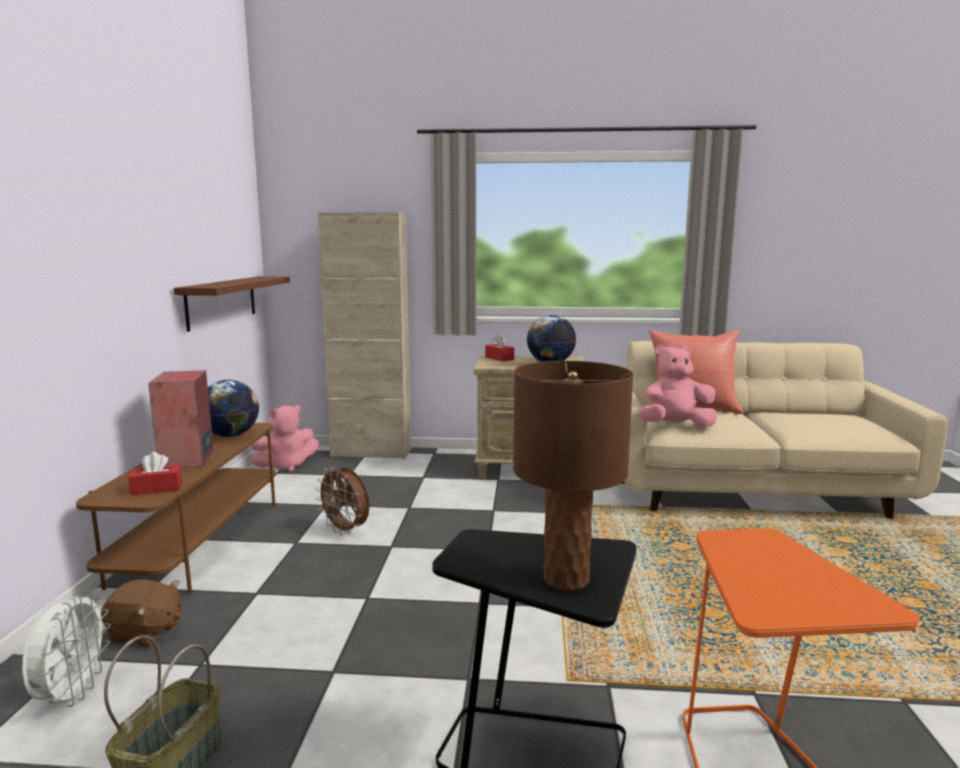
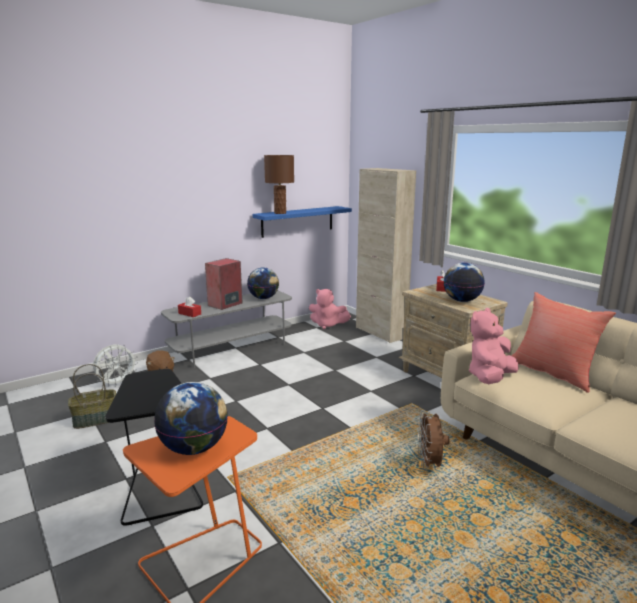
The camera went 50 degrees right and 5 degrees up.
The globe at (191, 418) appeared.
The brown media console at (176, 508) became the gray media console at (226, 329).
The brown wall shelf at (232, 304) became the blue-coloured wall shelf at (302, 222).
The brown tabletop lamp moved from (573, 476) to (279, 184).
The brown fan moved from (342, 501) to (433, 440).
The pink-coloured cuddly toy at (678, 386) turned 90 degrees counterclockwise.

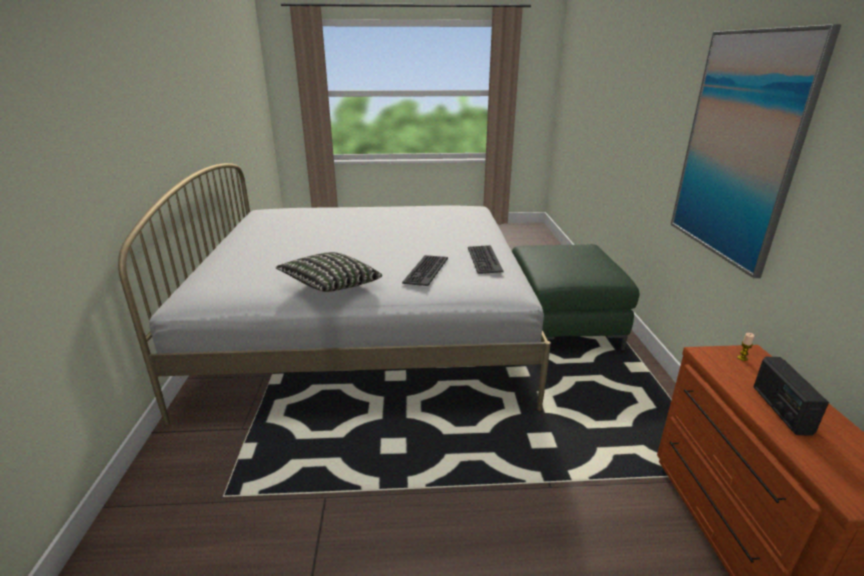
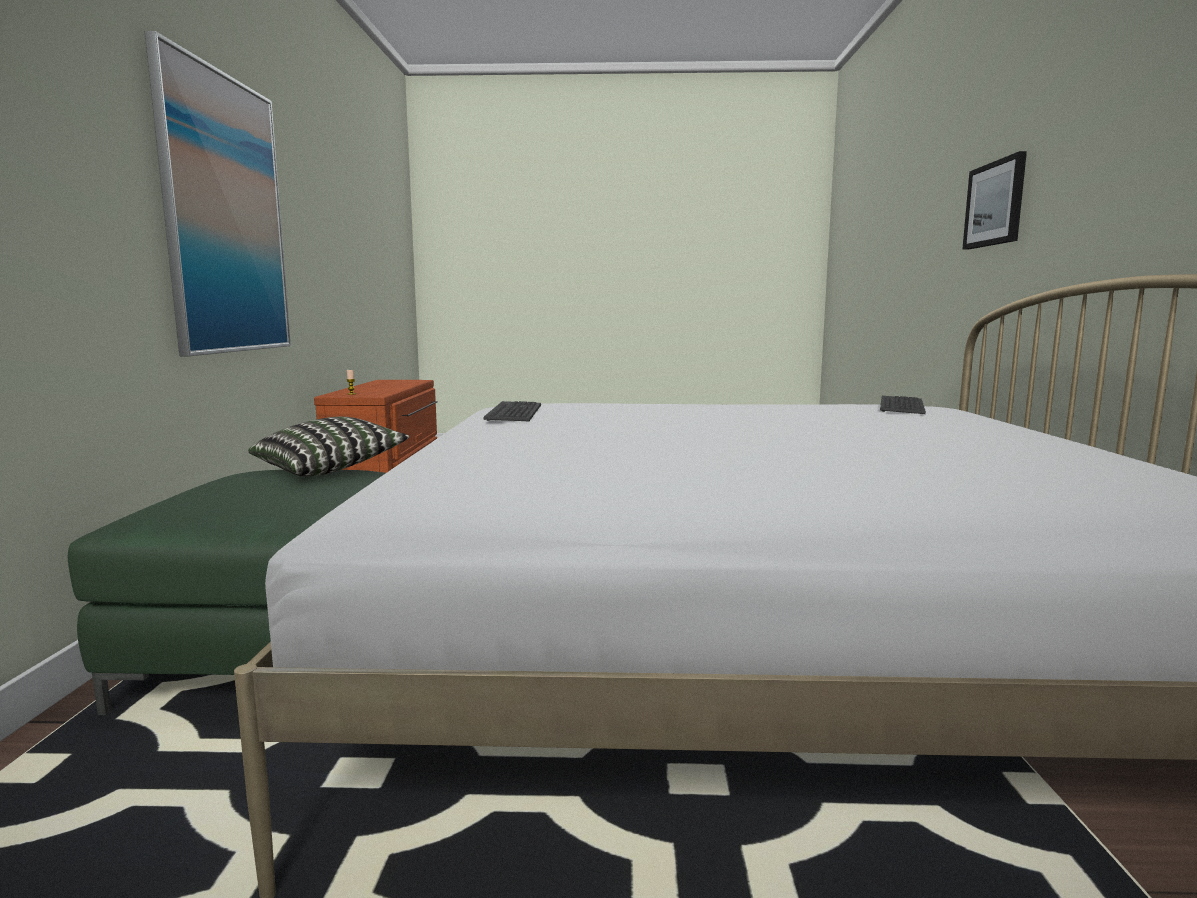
The camera went 175 degrees left and 15 degrees down.
The throw pillow moved from (328, 272) to (328, 447).
The PC keyboard moved from (425, 270) to (903, 405).
The wall picture at (994, 200) appeared.
The radio receiver at (791, 396) disappeared.

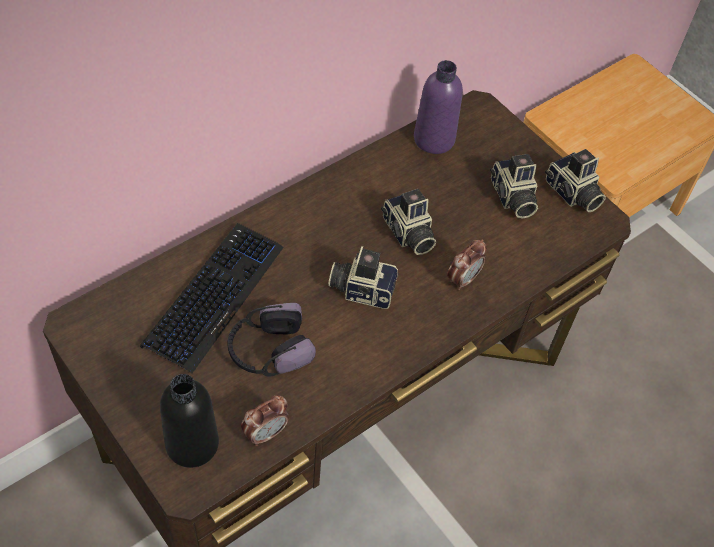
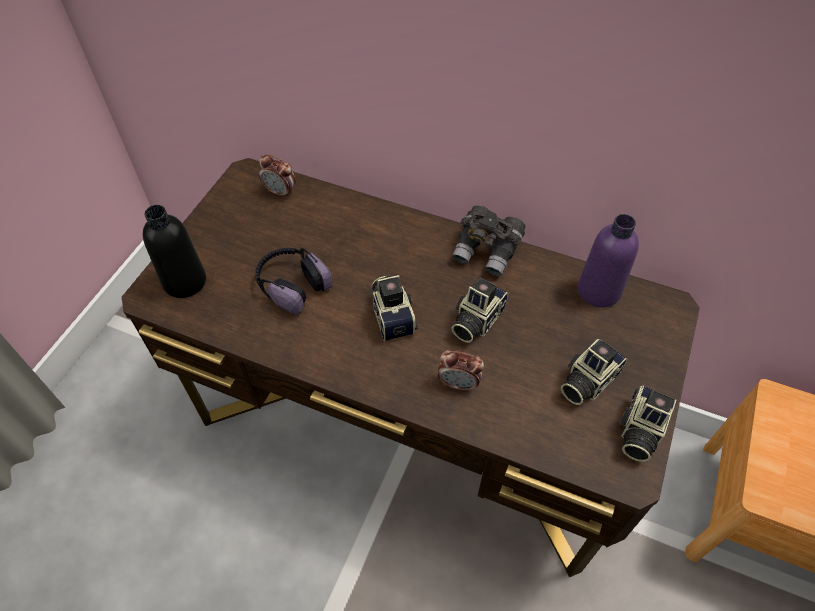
The camera went 65 degrees right and 0 degrees up.
The table clock moved from (265, 420) to (277, 176).
The gray binoculars at (489, 240) appeared.
The PC keyboard at (212, 298) disappeared.

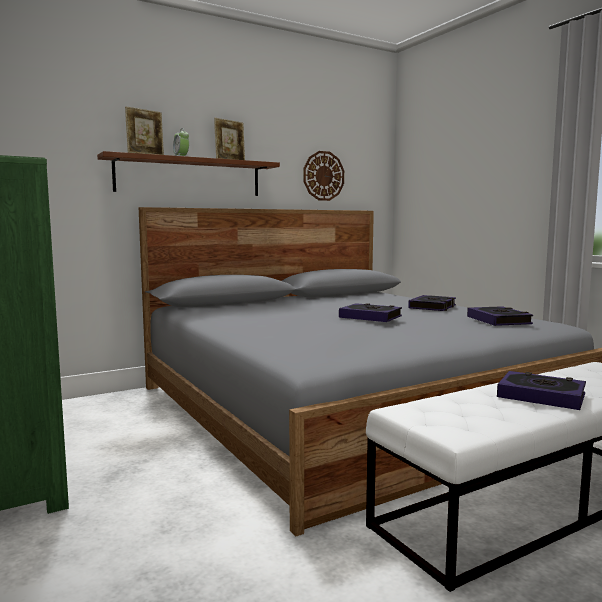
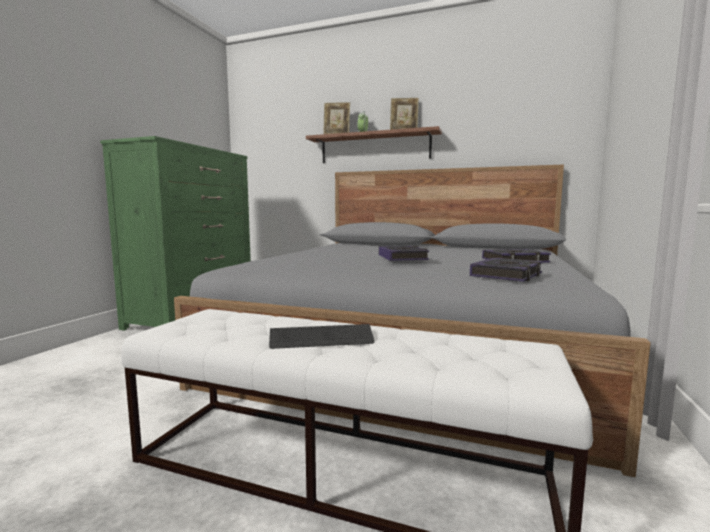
The camera went 50 degrees right and 0 degrees up.
The book at (541, 390) was replaced by the PC keyboard at (321, 336).
The clock on the wall at (323, 176) disappeared.

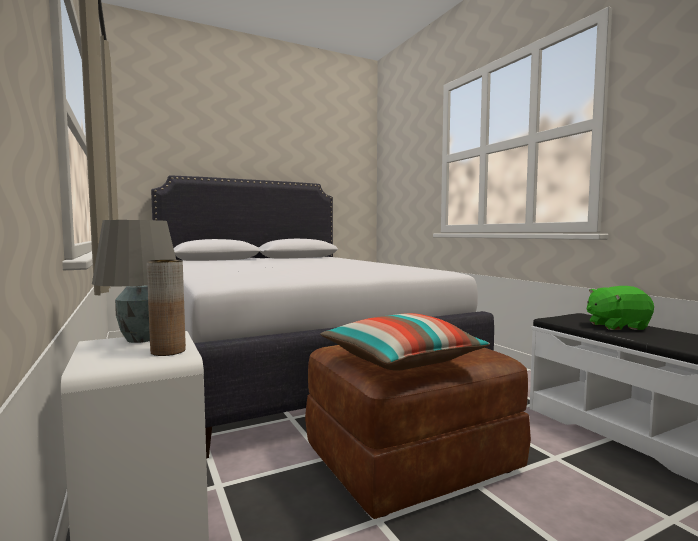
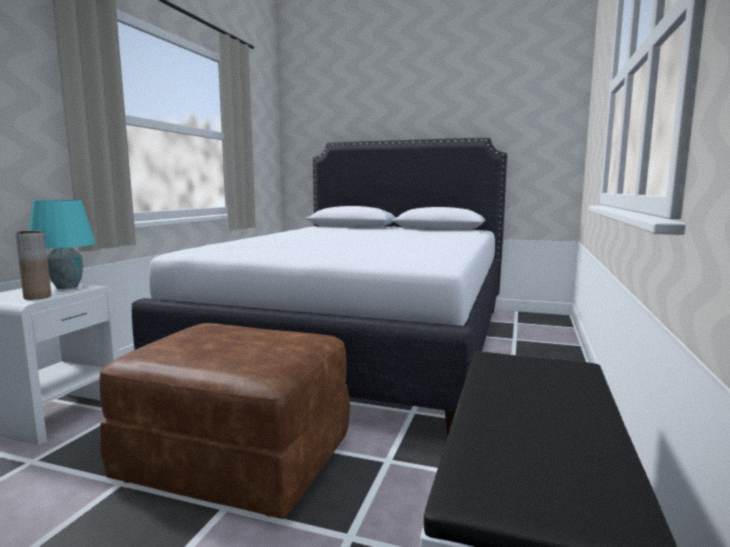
The camera went 45 degrees right and 5 degrees up.
The gray tabletop lamp at (134, 281) became the turquoise tabletop lamp at (62, 244).
The throw pillow at (405, 342) disappeared.
The green cuddly toy at (620, 308) disappeared.

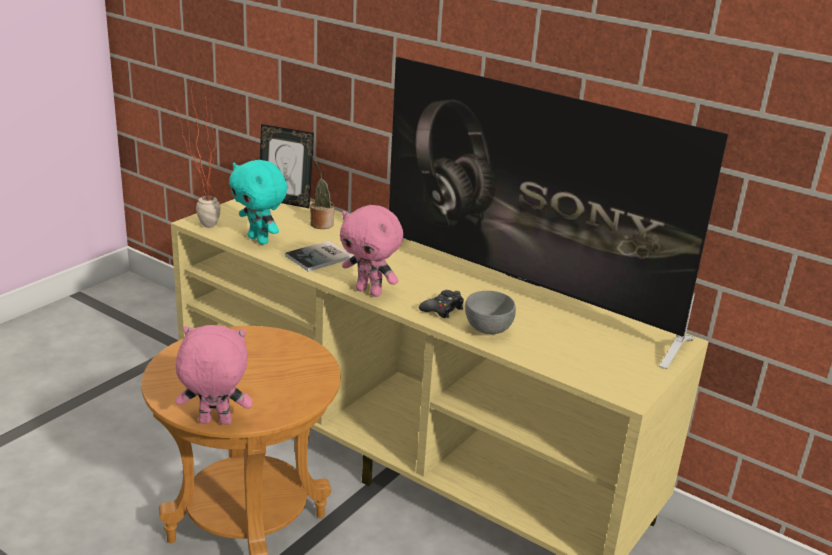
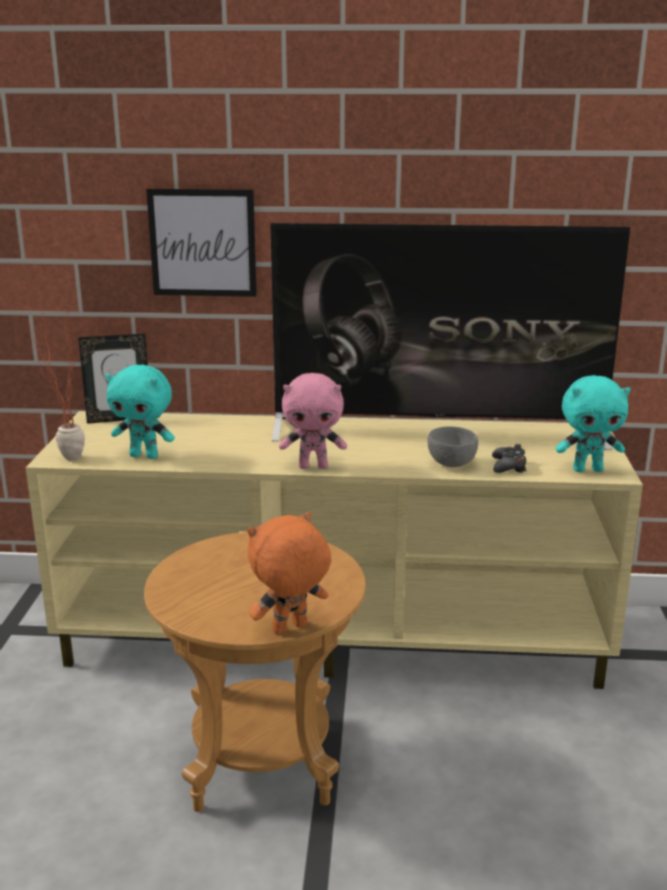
The camera went 30 degrees left and 5 degrees down.
The wall picture at (201, 243) appeared.
The pink-coloured cuddly toy at (214, 375) became the orangey cuddly toy at (289, 573).
The black gamepad moved from (441, 304) to (509, 458).
The turquoise cuddly toy at (593, 423) appeared.
The book at (319, 256) disappeared.
The houseplant at (322, 193) disappeared.

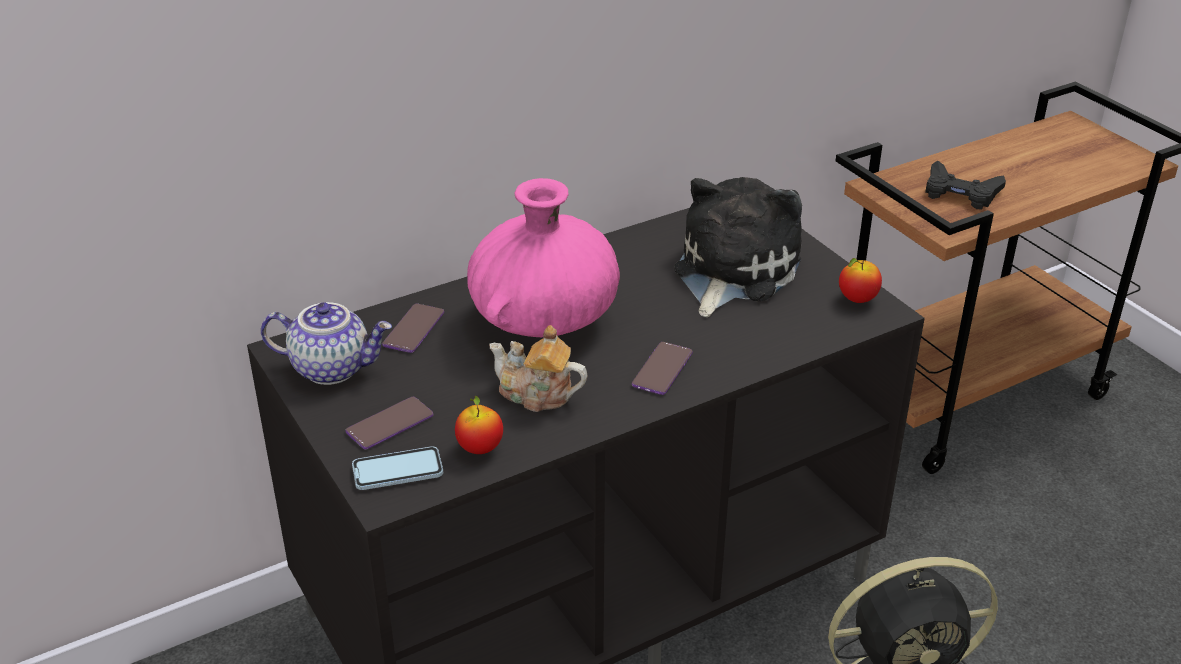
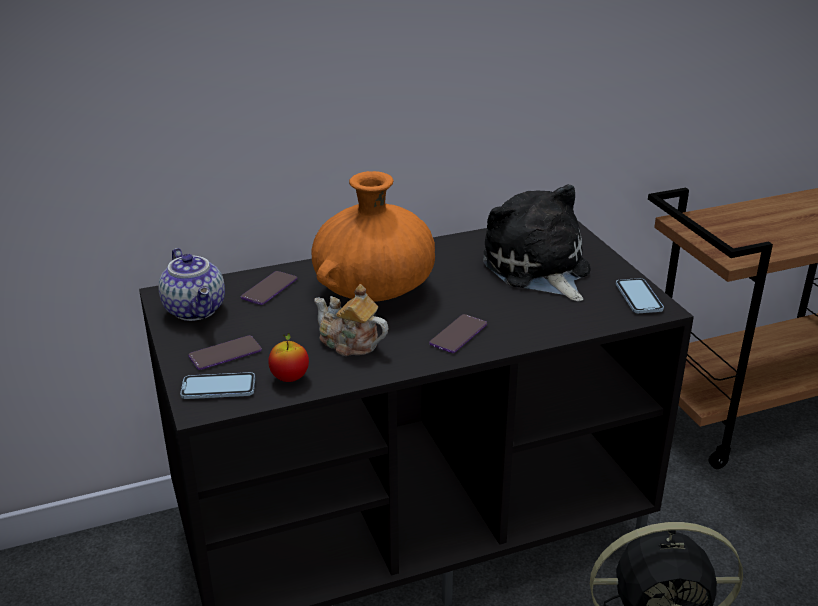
The camera went 10 degrees right and 5 degrees down.
The teapot at (326, 343) turned 45 degrees clockwise.
The pink-coloured decorative vase at (543, 257) became the orangey decorative vase at (373, 236).
The cuddly toy at (738, 247) turned 60 degrees counterclockwise.
The apple fruit at (860, 280) was replaced by the phone at (640, 295).
The black gamepad at (965, 185) disappeared.

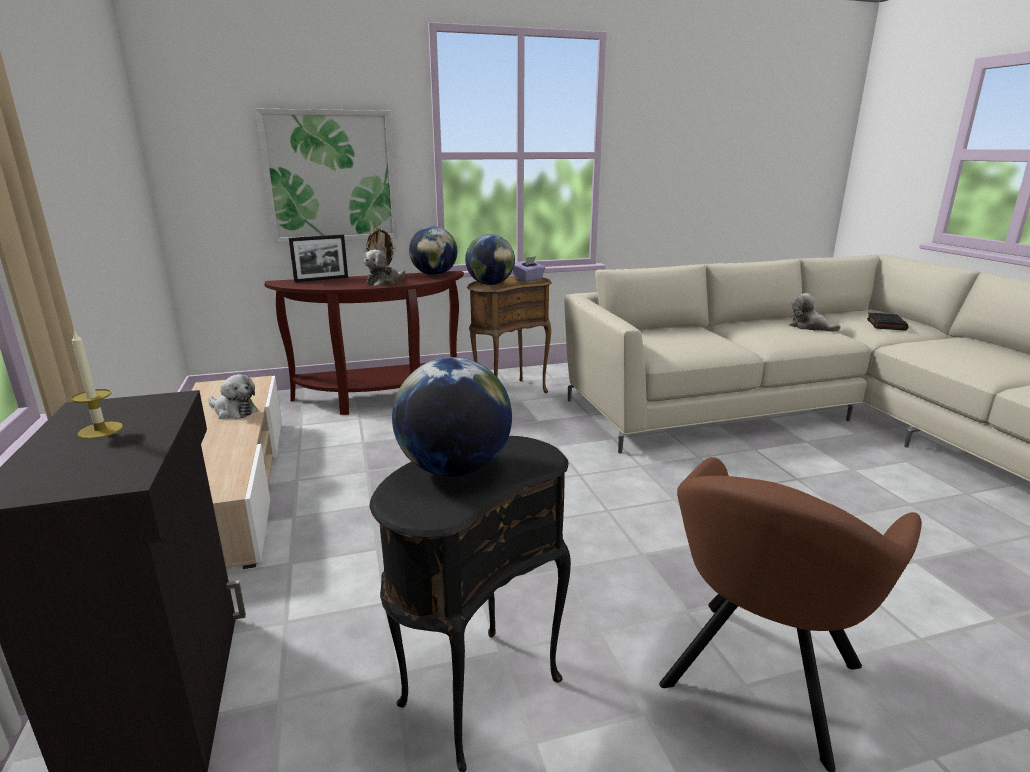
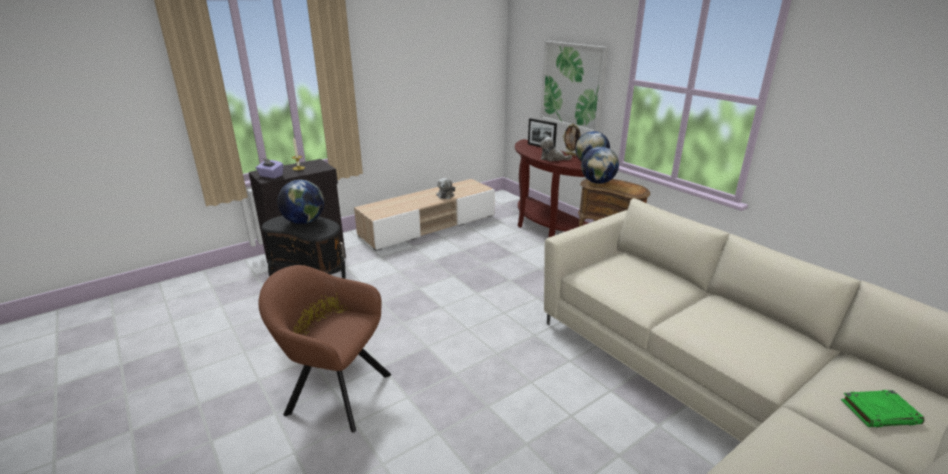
The camera went 70 degrees right and 5 degrees up.
The purplish tissue box moved from (529, 269) to (269, 168).
The black book at (888, 322) became the green book at (882, 408).
The cuddly toy at (815, 312) disappeared.

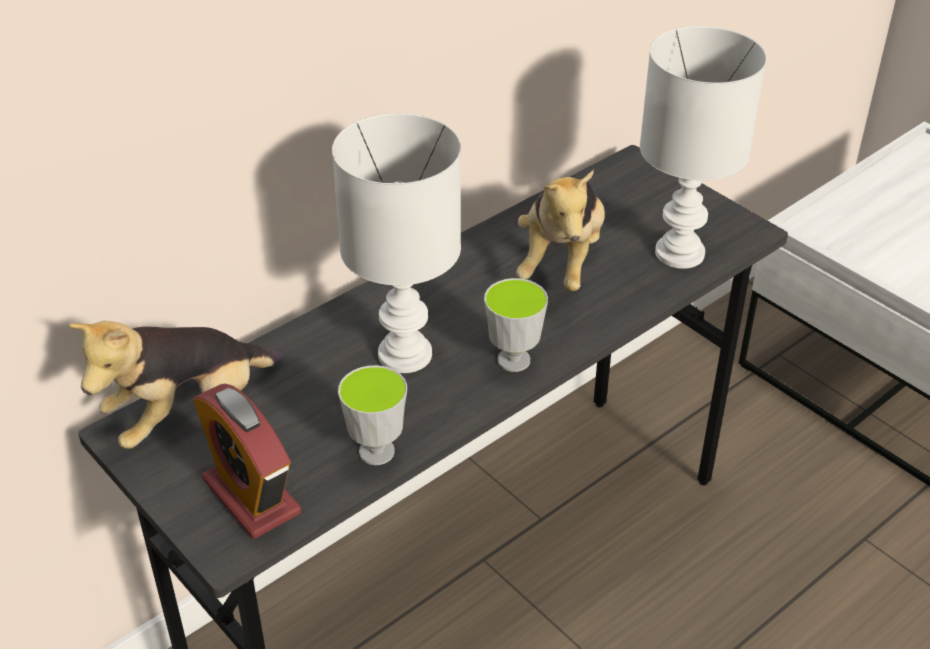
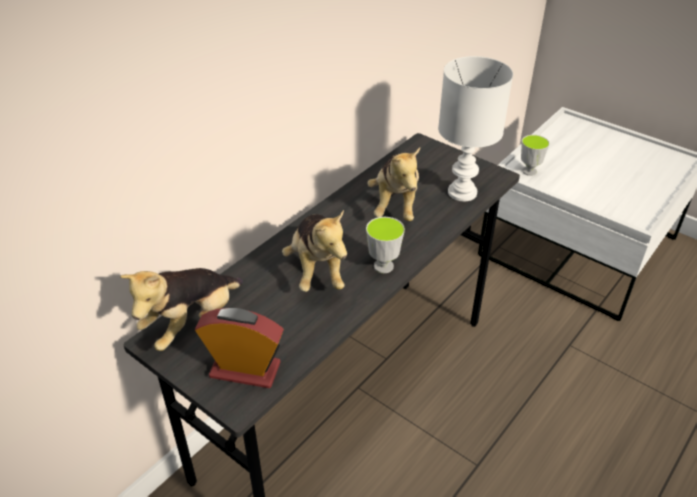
The camera went 10 degrees left and 0 degrees up.
The table clock at (247, 461) turned 150 degrees clockwise.
The white-coloured tabletop lamp at (396, 243) was replaced by the cuddly toy at (314, 251).
The small cup moved from (372, 415) to (535, 155).

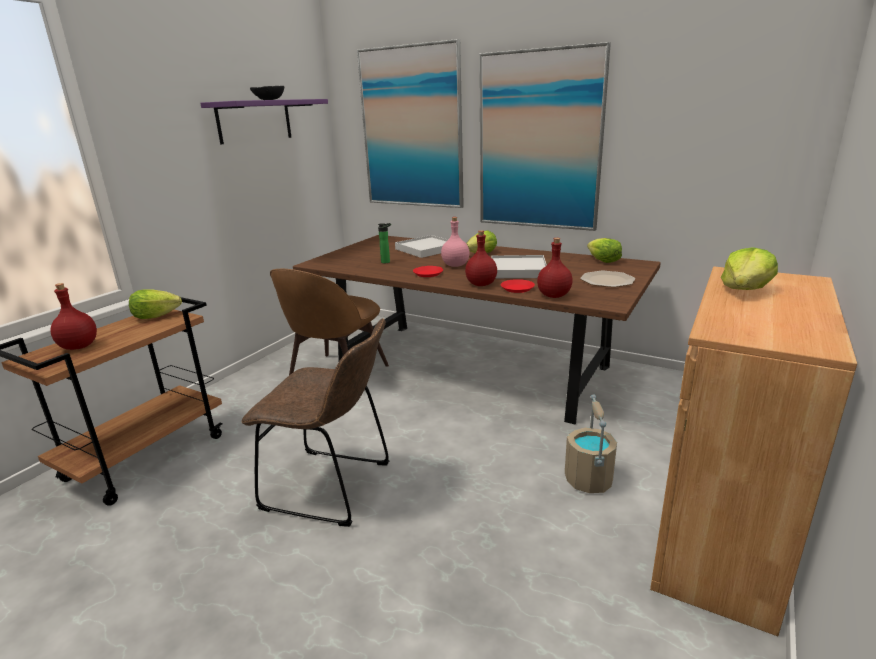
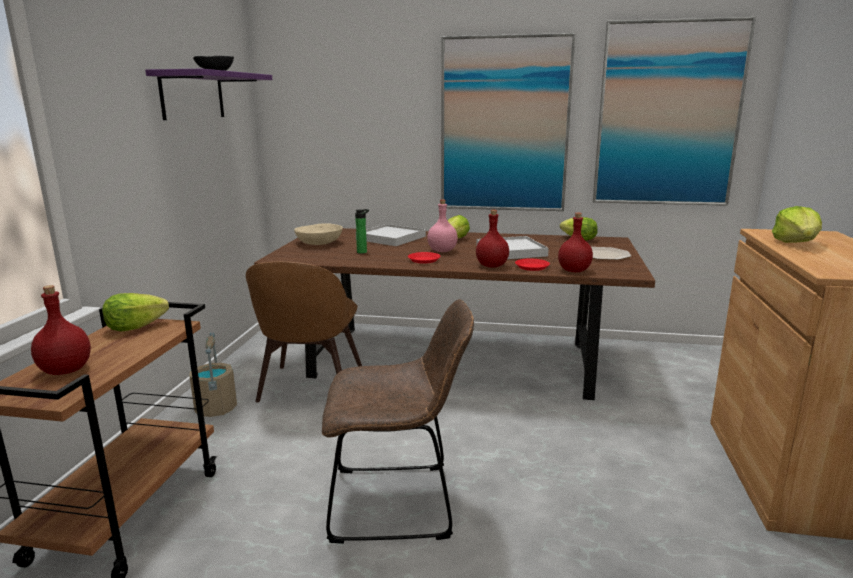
The camera went 20 degrees left and 5 degrees down.
The beige pail moved from (591, 444) to (213, 374).
The beige deep dish at (318, 234) appeared.
The wall picture moved from (410, 123) to (674, 111).

